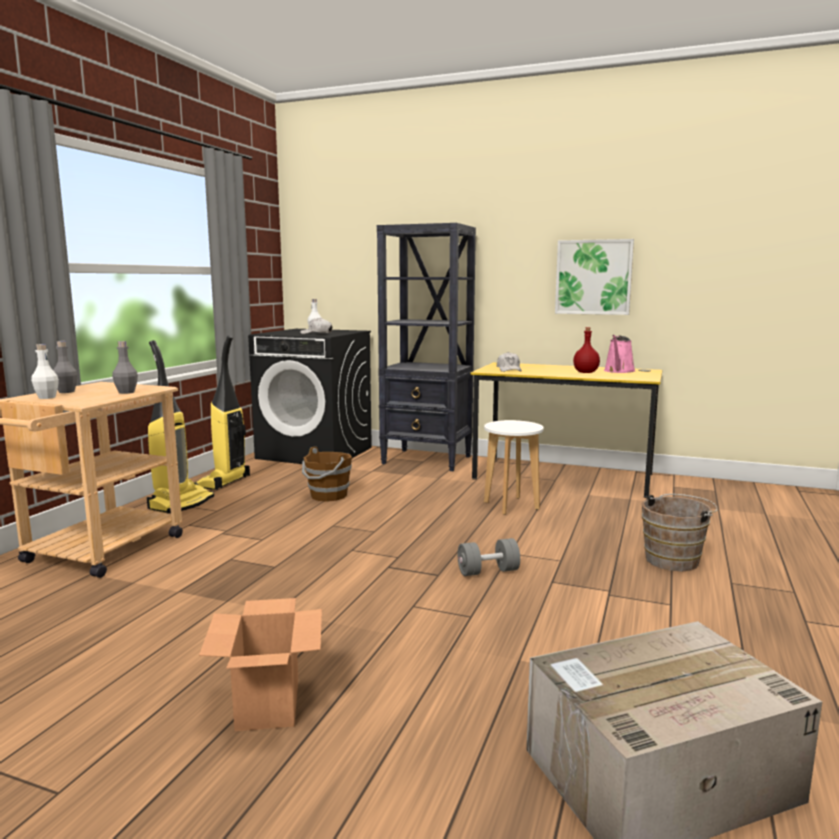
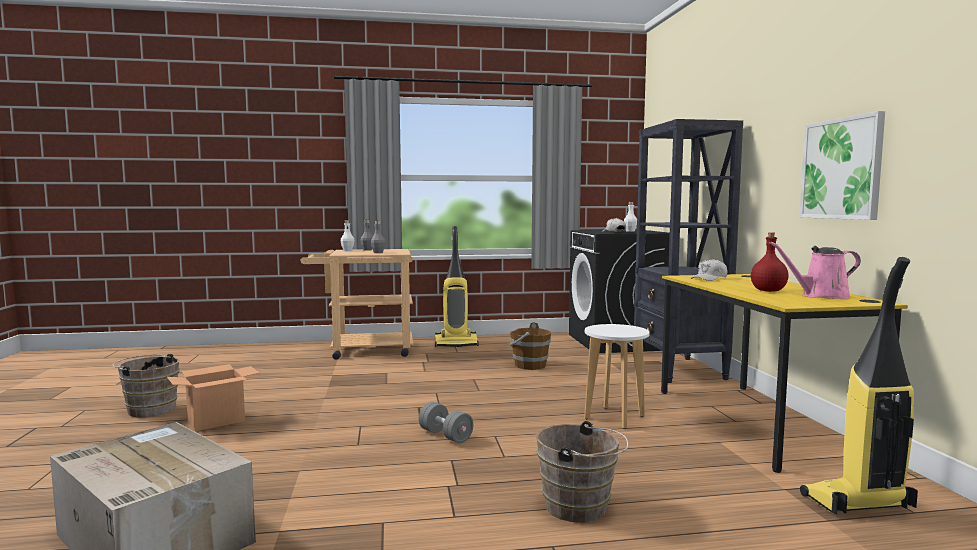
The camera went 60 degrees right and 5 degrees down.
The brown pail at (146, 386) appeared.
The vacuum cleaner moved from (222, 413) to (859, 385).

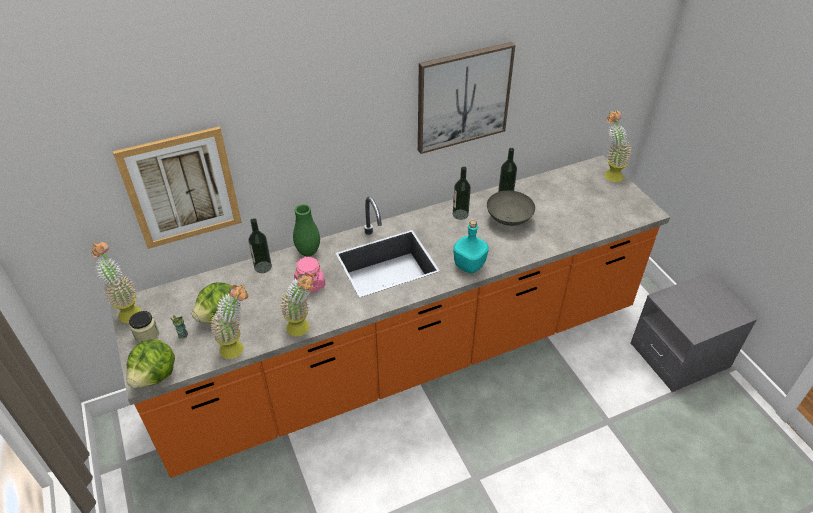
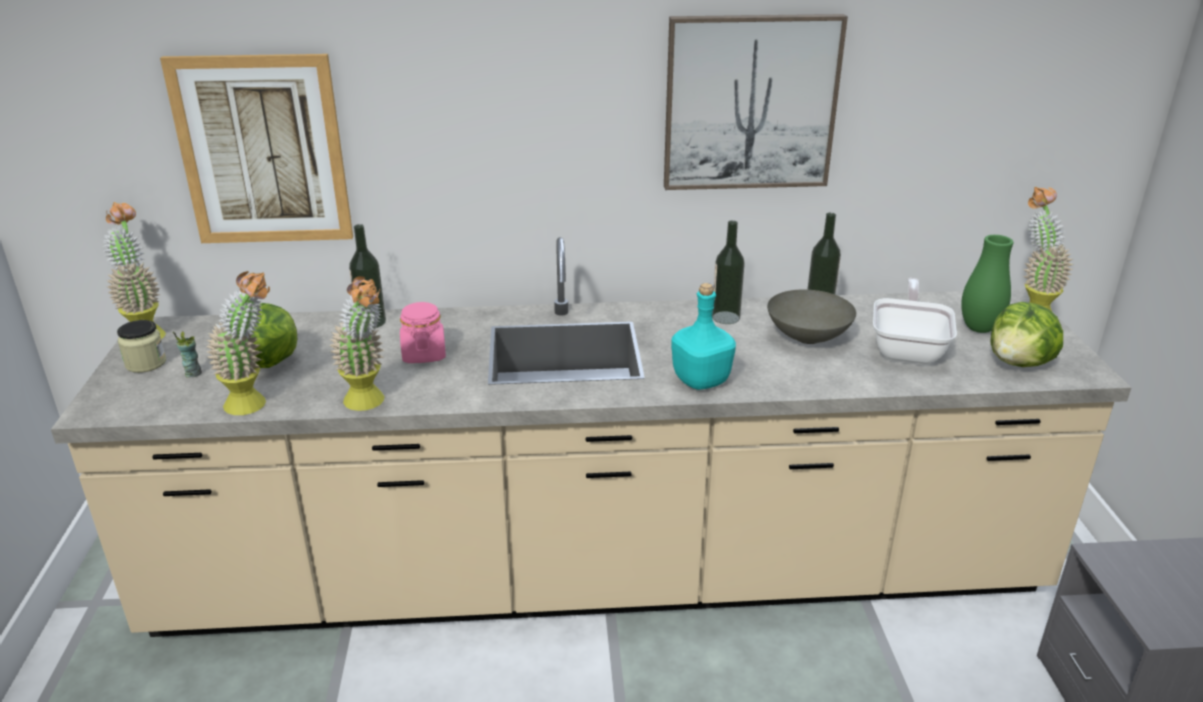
The camera went 20 degrees right and 15 degrees down.
The orangey kitchen counter at (389, 316) became the beige kitchen counter at (591, 437).
The skillet at (915, 321) appeared.
The green decorative vase moved from (306, 230) to (987, 284).
The lettuce head moved from (150, 363) to (1026, 334).

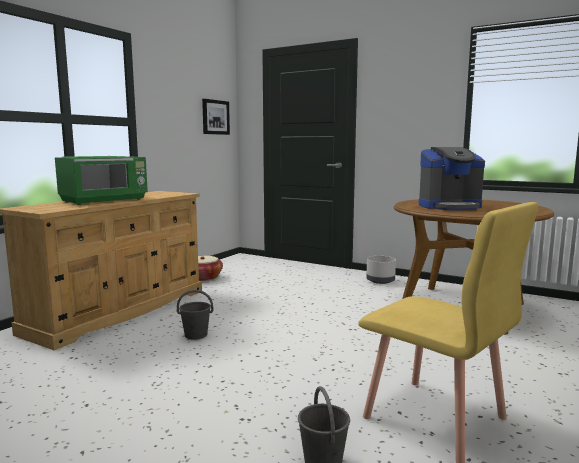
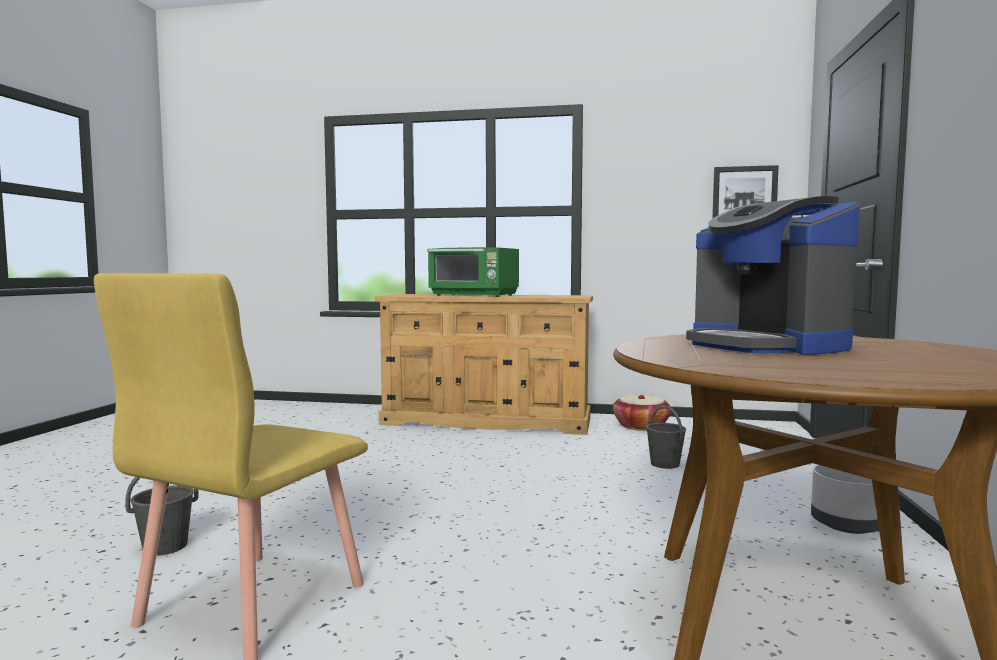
The camera went 70 degrees right and 5 degrees down.
The gray pail moved from (195, 315) to (666, 437).

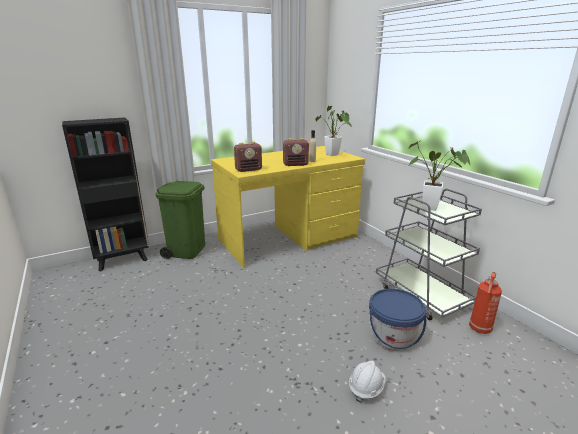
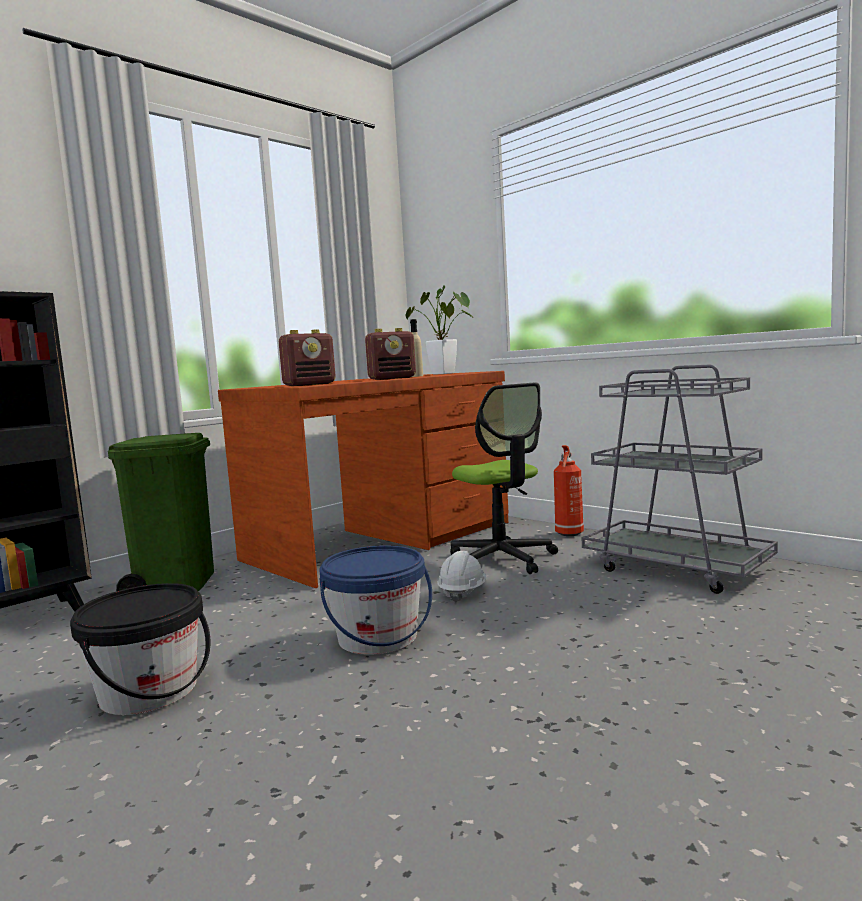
The camera went 15 degrees left and 15 degrees down.
The black pail at (140, 649) appeared.
The yellow-coloured desk unit at (288, 207) became the brown desk unit at (363, 479).
The blue-coloured pail moved from (397, 320) to (375, 600).
The white-coloured hard hat moved from (367, 382) to (462, 577).
The office chair at (504, 478) appeared.
The extinguisher moved from (485, 303) to (569, 490).
The houseplant at (439, 176) disappeared.

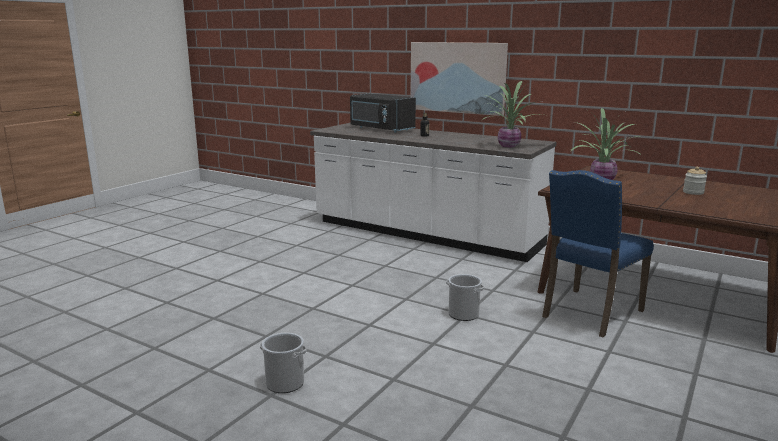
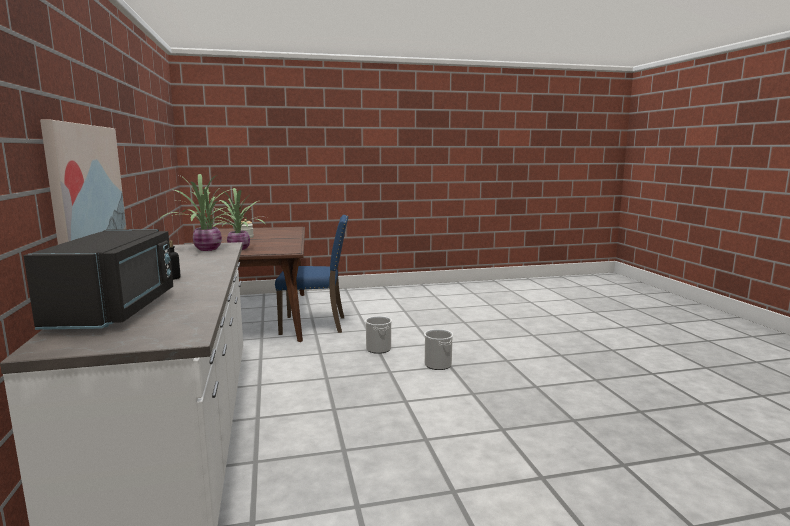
The camera went 135 degrees left and 5 degrees down.
The pail moved from (283, 363) to (438, 349).

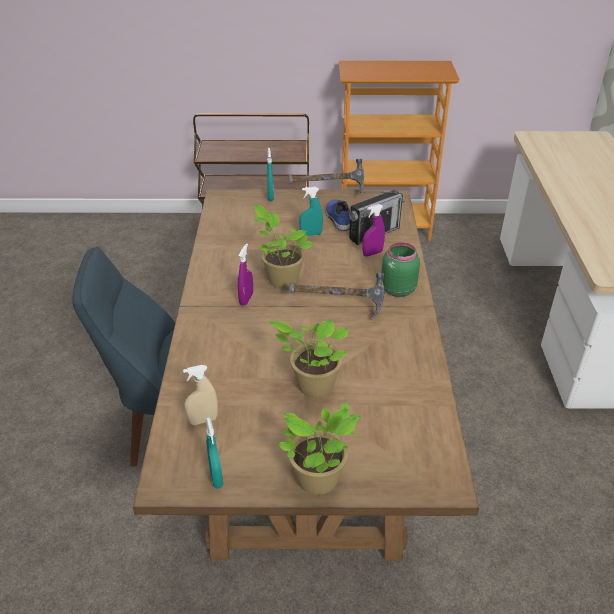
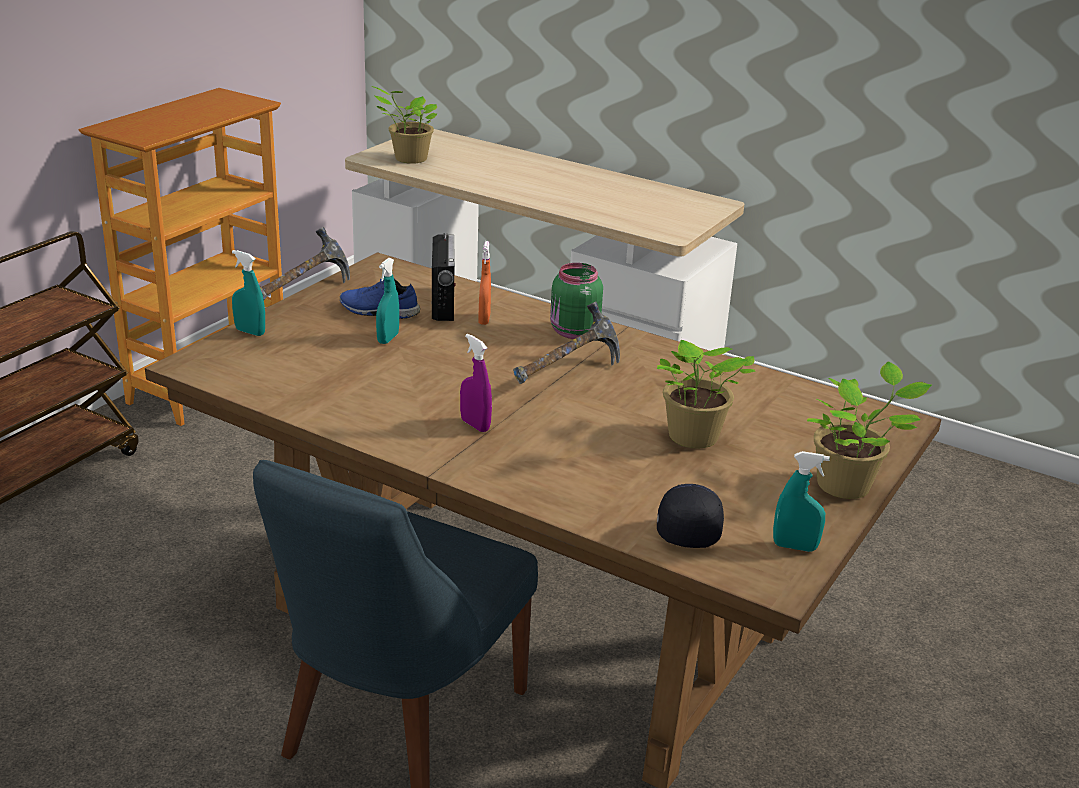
The camera went 60 degrees left and 10 degrees down.
The houseplant moved from (283, 246) to (404, 125).
The purplish sprayer at (373, 230) became the orangey sprayer at (484, 283).
The beige sprayer at (200, 395) was replaced by the black peaked cap at (690, 516).

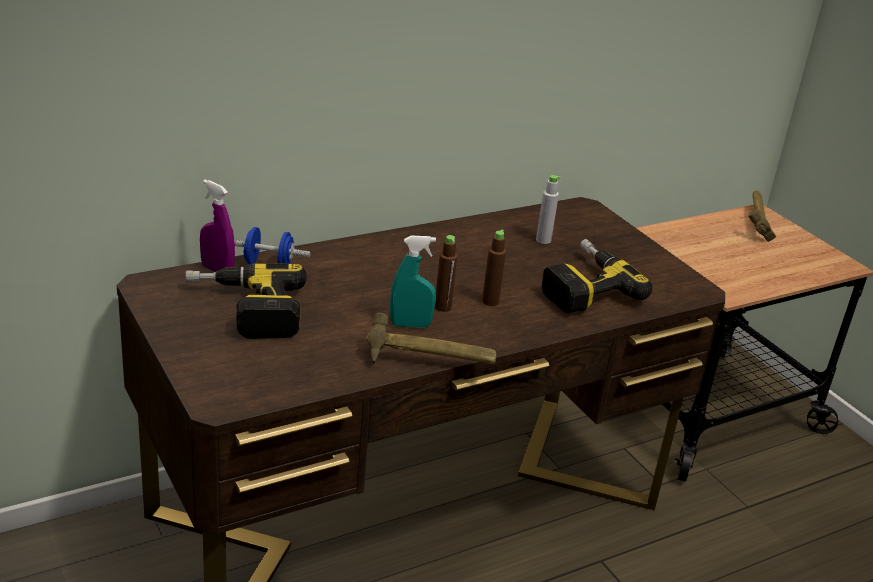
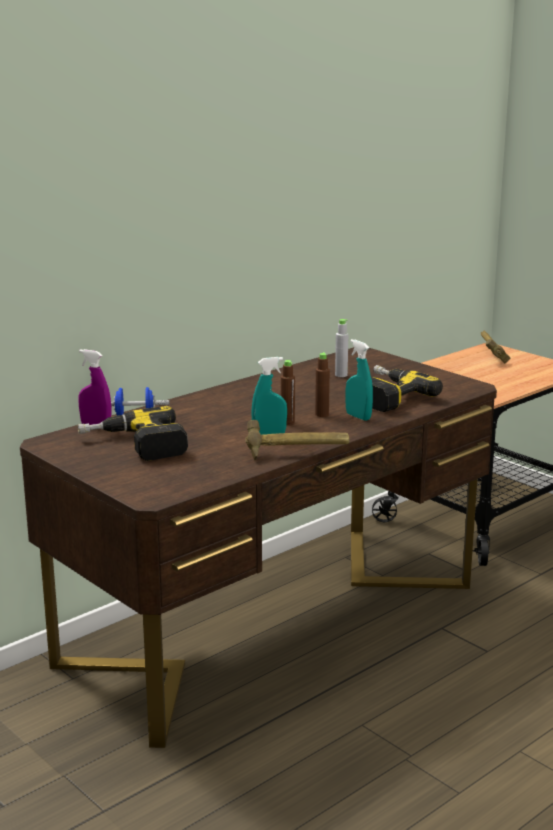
The camera went 10 degrees left and 10 degrees down.
The turquoise sprayer at (359, 380) appeared.

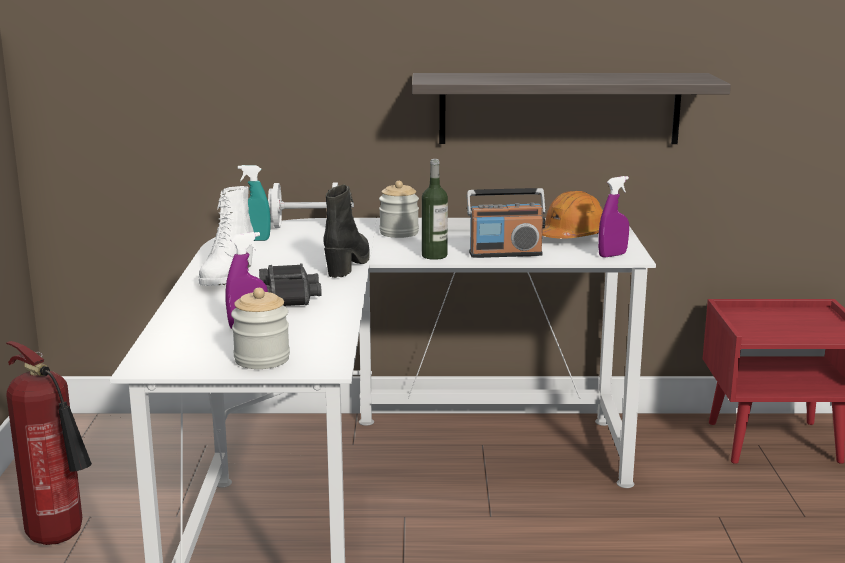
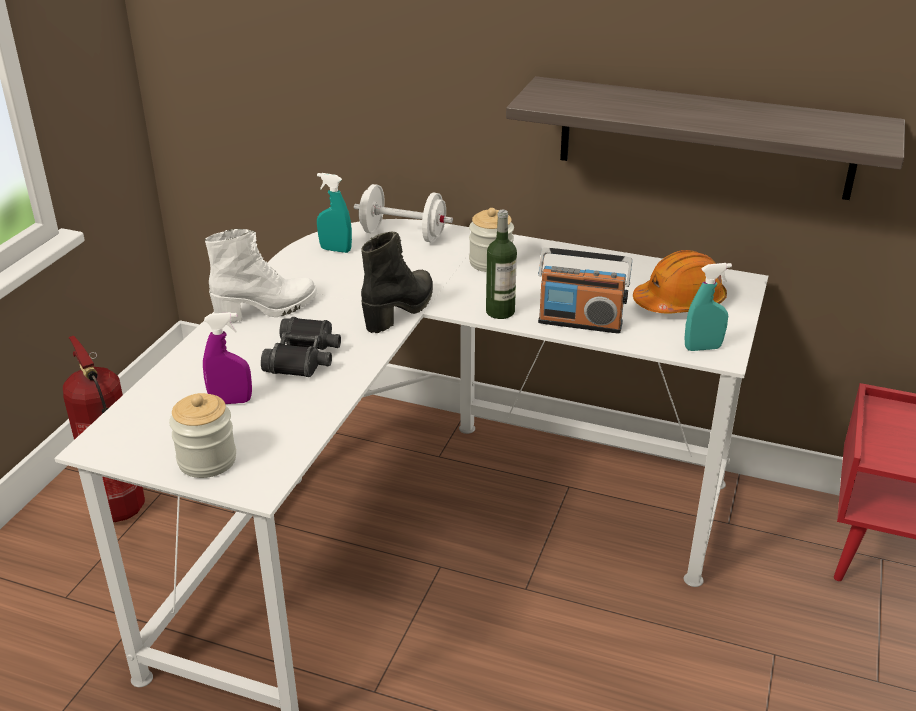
The camera went 20 degrees right and 15 degrees up.
The white-coloured boot at (226, 236) turned 150 degrees counterclockwise.
The purplish sprayer at (613, 217) became the turquoise sprayer at (708, 307).

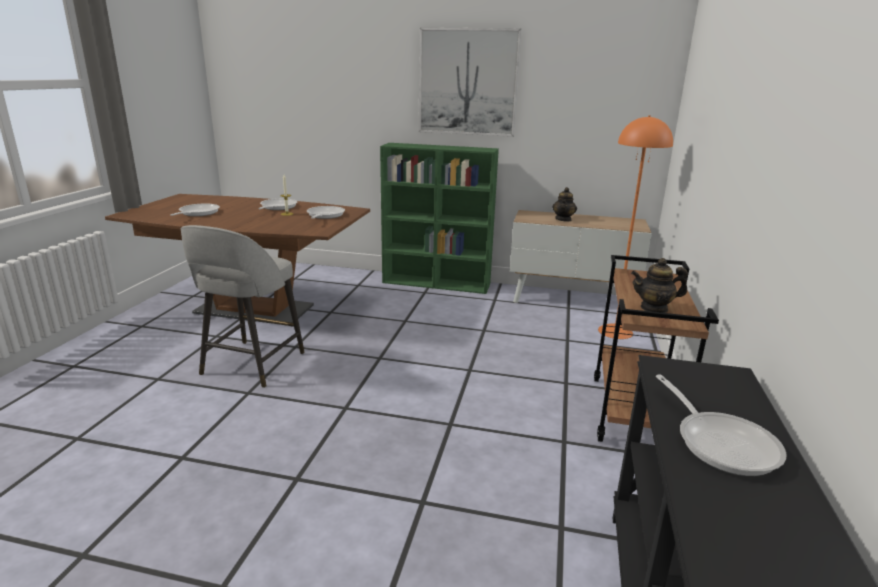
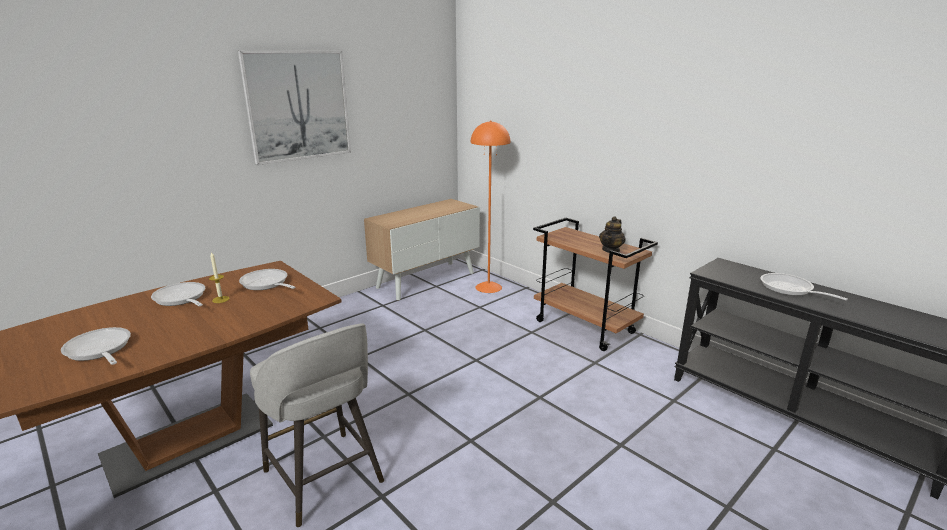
The camera went 55 degrees left and 0 degrees up.
The skillet at (721, 425) turned 135 degrees counterclockwise.
The green shelving unit at (439, 218) disappeared.
The teapot at (564, 204) disappeared.

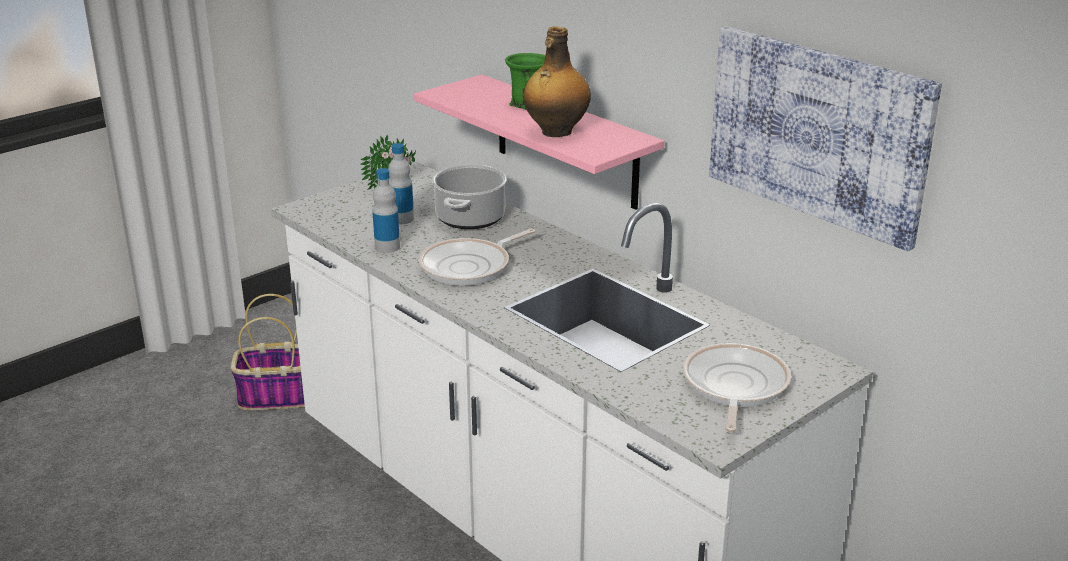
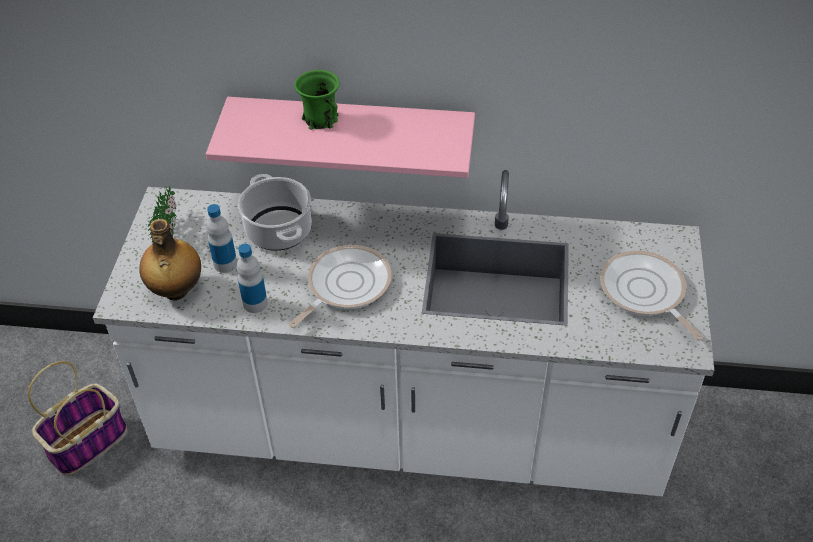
The camera went 40 degrees left and 20 degrees up.
The drink bottle moved from (557, 81) to (170, 259).
The skillet at (476, 257) turned 150 degrees counterclockwise.
The wall picture at (825, 138) disappeared.

